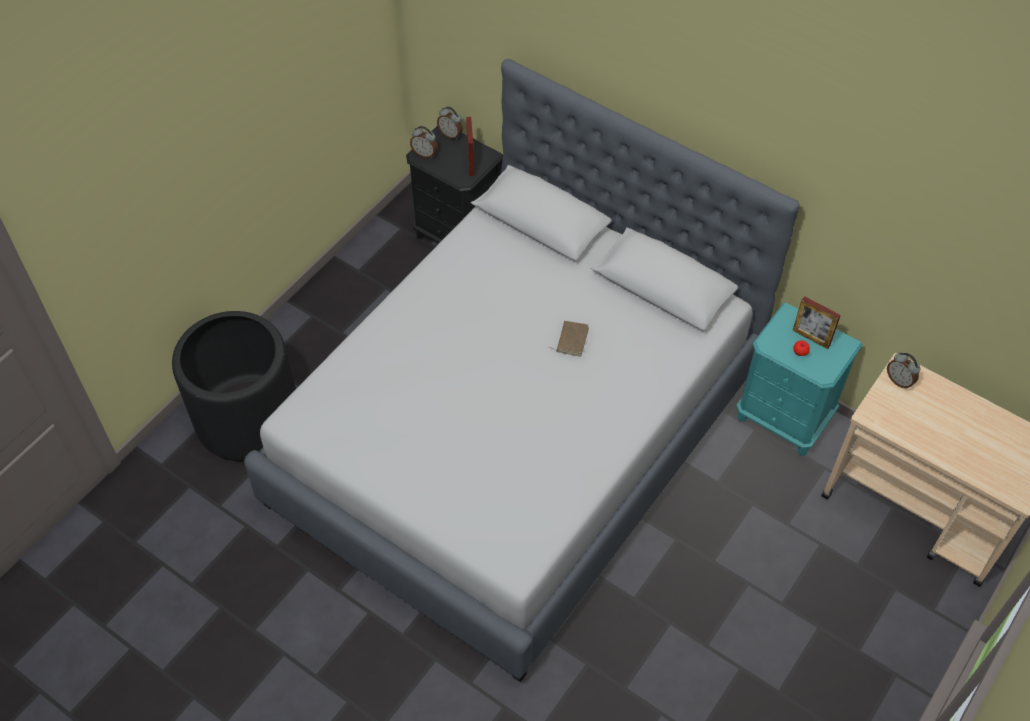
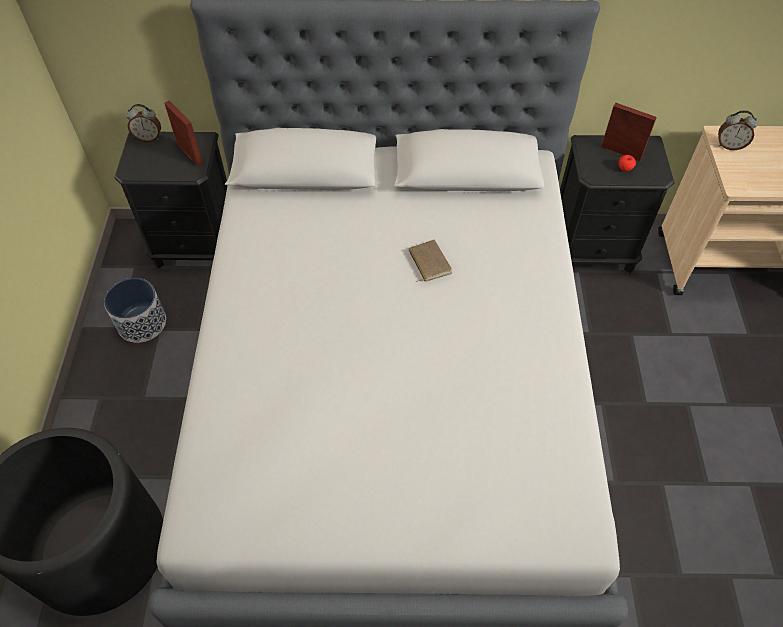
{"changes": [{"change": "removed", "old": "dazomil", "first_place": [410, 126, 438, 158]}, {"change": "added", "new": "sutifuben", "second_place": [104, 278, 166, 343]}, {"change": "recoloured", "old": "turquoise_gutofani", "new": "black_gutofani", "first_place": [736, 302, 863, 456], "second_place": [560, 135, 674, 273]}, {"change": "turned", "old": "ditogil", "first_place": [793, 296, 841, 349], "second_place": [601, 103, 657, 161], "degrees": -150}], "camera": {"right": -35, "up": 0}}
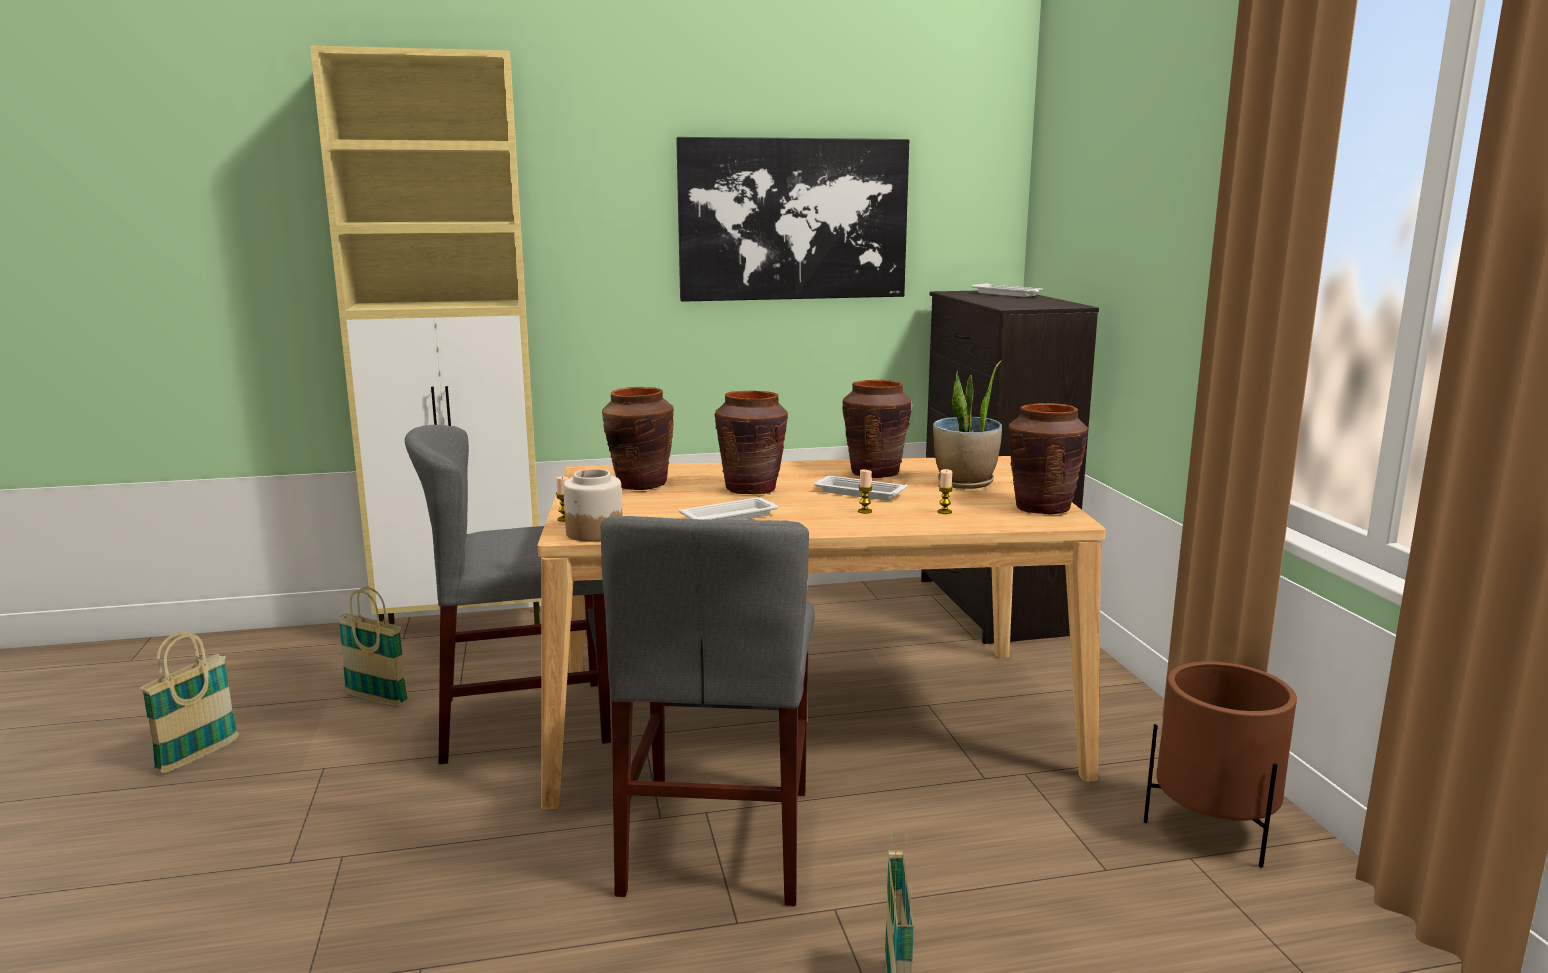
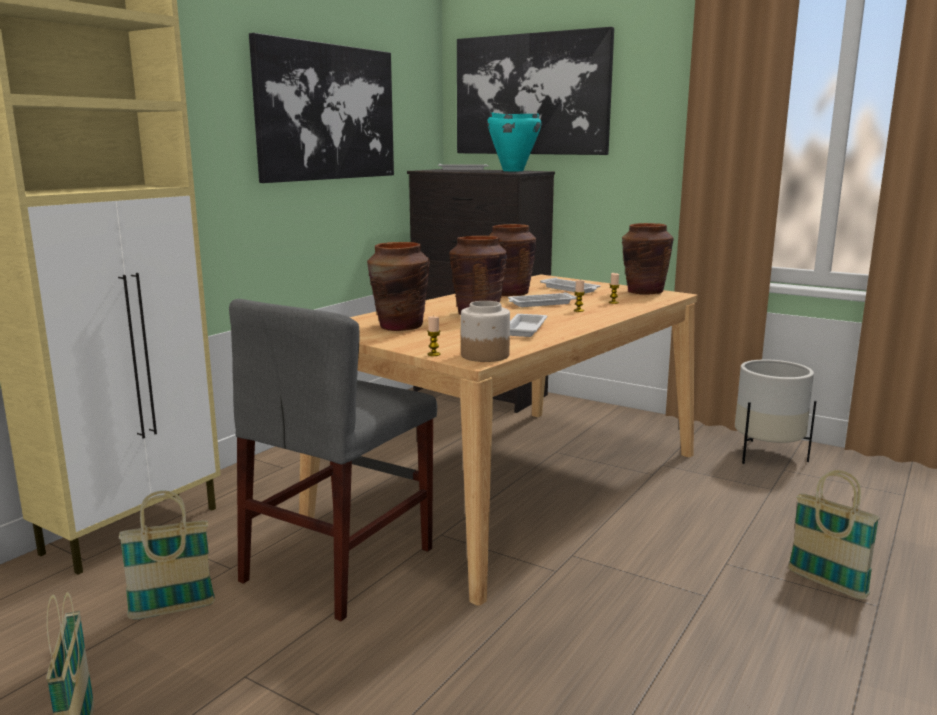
{"changes": [{"change": "removed", "old": "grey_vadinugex", "first_place": [601, 516, 815, 906]}, {"change": "added", "new": "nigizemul", "second_place": [457, 27, 614, 155]}, {"change": "added", "new": "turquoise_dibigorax", "second_place": [487, 112, 541, 171]}, {"change": "replaced", "old": "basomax", "new": "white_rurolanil", "first_place": [933, 360, 1002, 489], "second_place": [540, 278, 600, 294]}, {"change": "recoloured", "old": "brown_sutifuben", "new": "white_sutifuben", "first_place": [1144, 661, 1297, 868], "second_place": [735, 359, 816, 464]}], "camera": {"right": -45, "up": 0}}
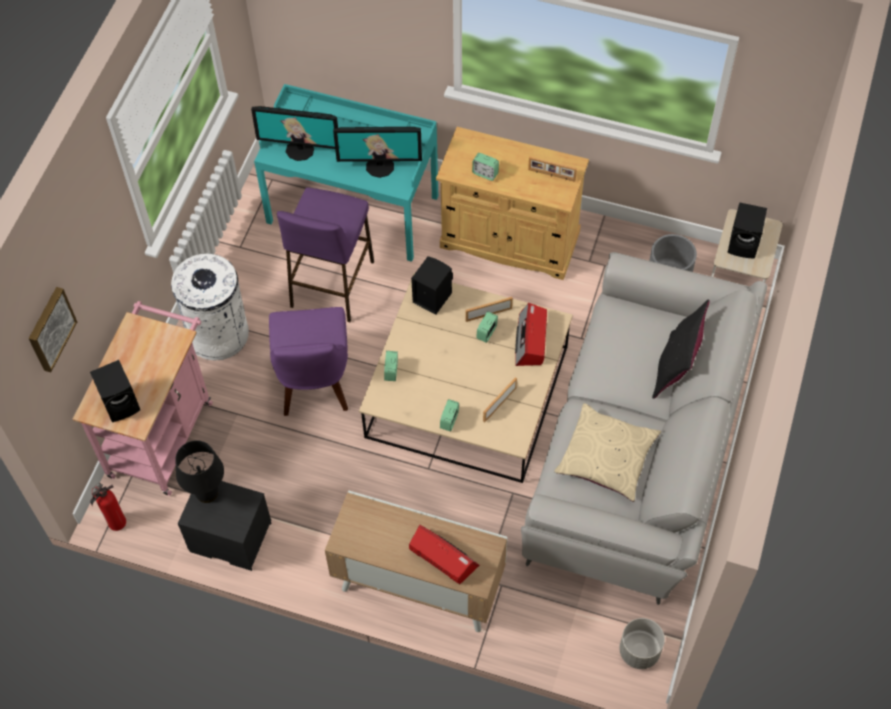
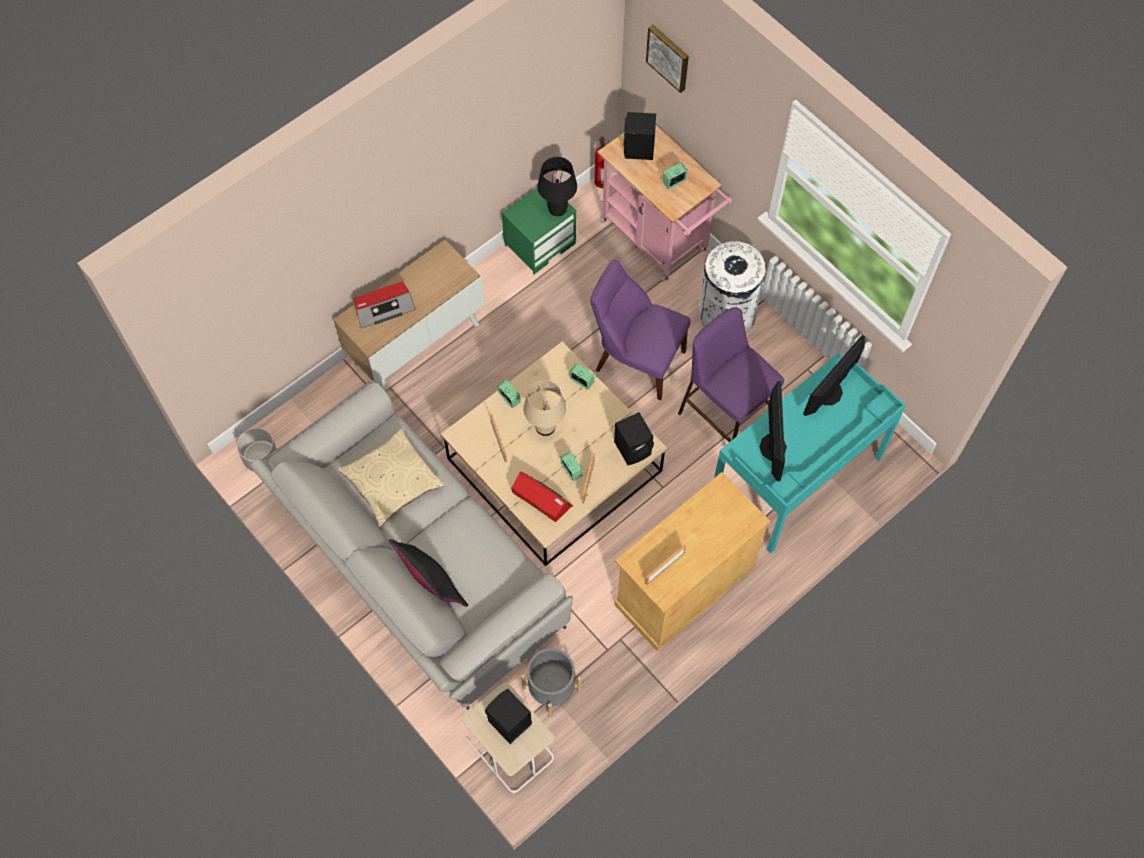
{"changes": [{"change": "added", "new": "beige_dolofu", "second_place": [523, 380, 566, 436]}, {"change": "moved", "old": "dazomil", "first_place": [472, 153, 499, 181], "second_place": [662, 163, 688, 189]}, {"change": "recoloured", "old": "black_gutofani", "new": "green_gutofani", "first_place": [178, 481, 272, 571], "second_place": [502, 188, 577, 274]}, {"change": "turned", "old": "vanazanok", "first_place": [333, 127, 422, 178], "second_place": [760, 381, 787, 481], "degrees": 150}], "camera": {"right": 120, "up": 5}}
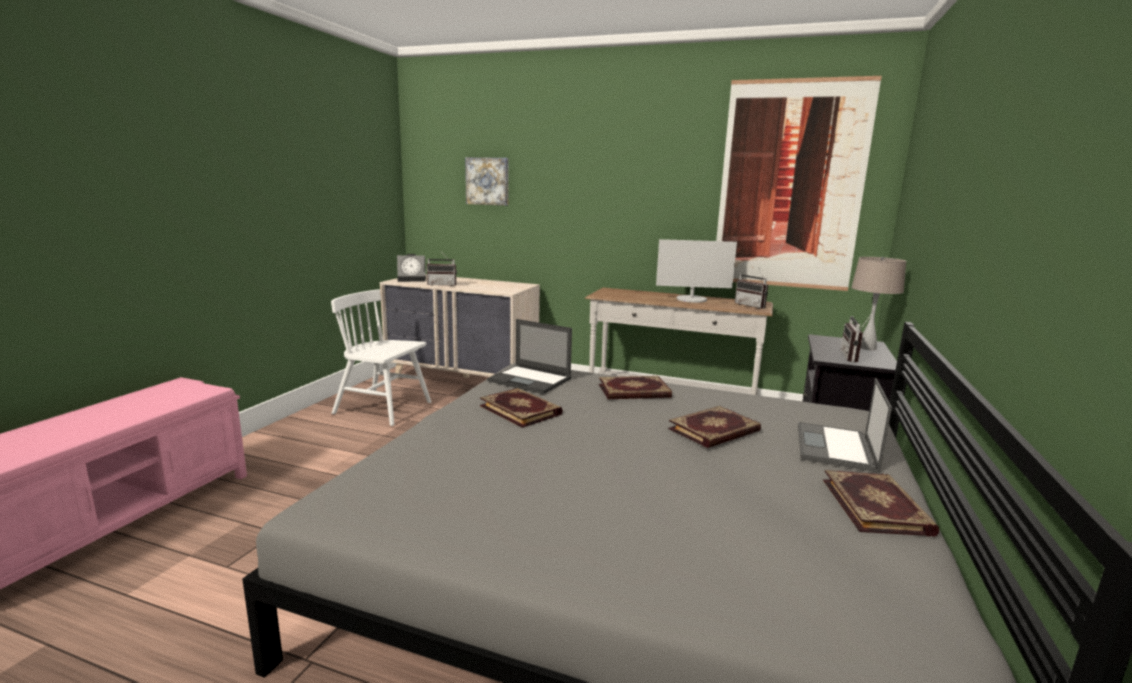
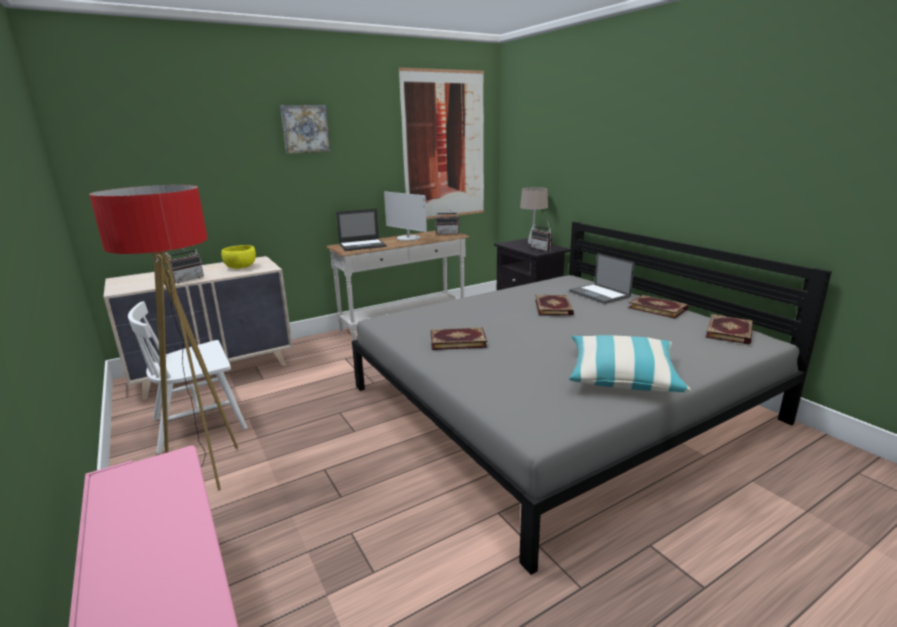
{"changes": [{"change": "removed", "old": "dazomil", "first_place": [397, 254, 426, 282]}, {"change": "added", "new": "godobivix", "second_place": [89, 185, 238, 491]}, {"change": "added", "new": "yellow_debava", "second_place": [221, 245, 256, 269]}, {"change": "added", "new": "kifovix", "second_place": [569, 335, 691, 392]}, {"change": "moved", "old": "nigizemul", "first_place": [465, 157, 509, 206], "second_place": [280, 105, 330, 153]}, {"change": "moved", "old": "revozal", "first_place": [487, 319, 572, 394], "second_place": [336, 209, 386, 251]}, {"change": "moved", "old": "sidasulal", "first_place": [599, 376, 672, 399], "second_place": [706, 314, 753, 344]}, {"change": "turned", "old": "vanazanok", "first_place": [656, 239, 737, 303], "second_place": [384, 192, 427, 241], "degrees": 90}], "camera": {"right": -50, "up": 5}}
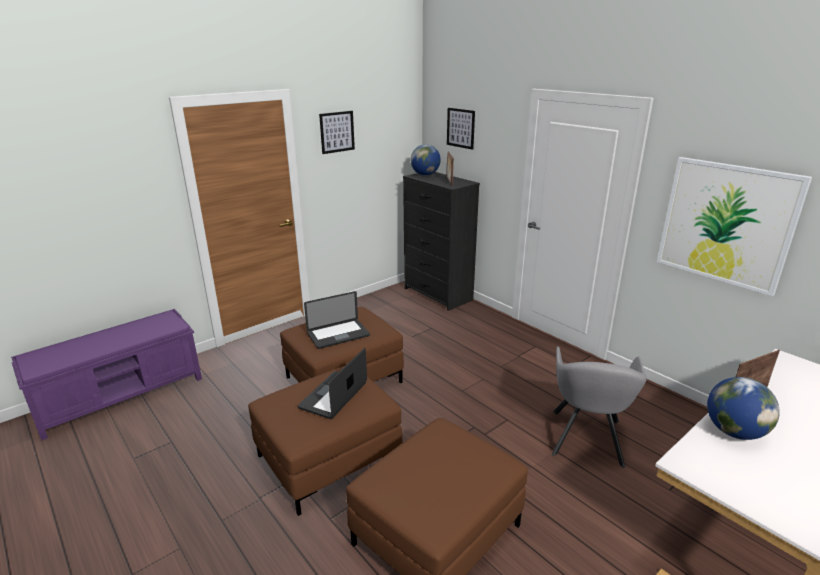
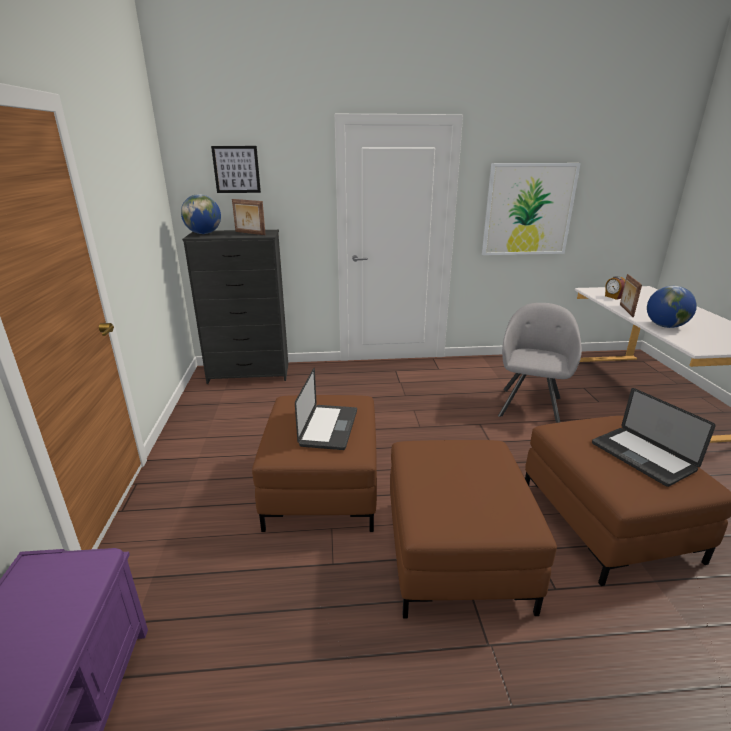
{"changes": [{"change": "removed", "old": "nigizemul", "first_place": [319, 111, 355, 154]}, {"change": "added", "new": "dazomil", "second_place": [605, 276, 625, 300]}, {"change": "moved", "old": "revozal", "first_place": [298, 348, 367, 419], "second_place": [592, 388, 716, 487]}, {"change": "turned", "old": "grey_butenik", "first_place": [552, 347, 647, 468], "second_place": [498, 303, 582, 423], "degrees": -120}], "camera": {"right": -55, "up": 0}}
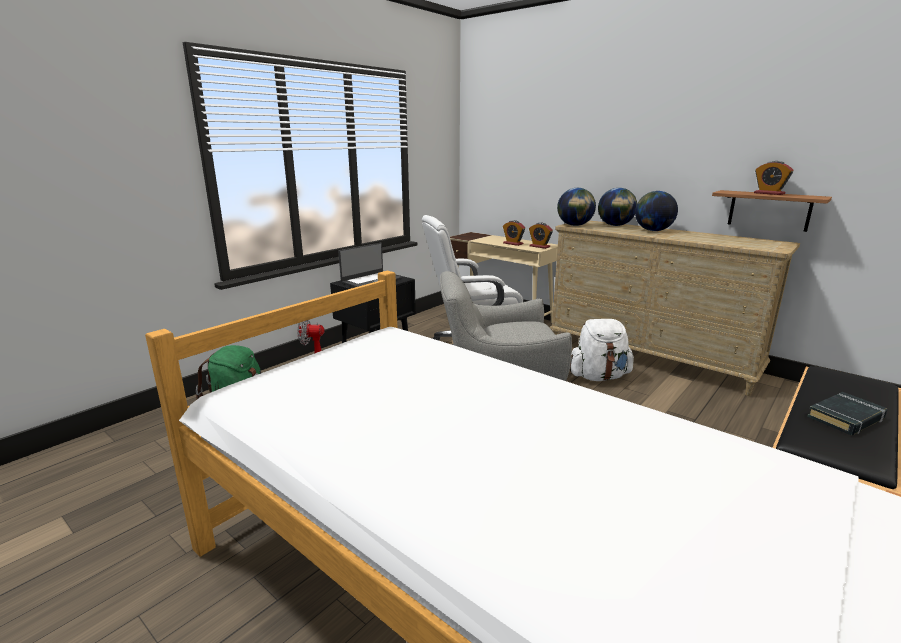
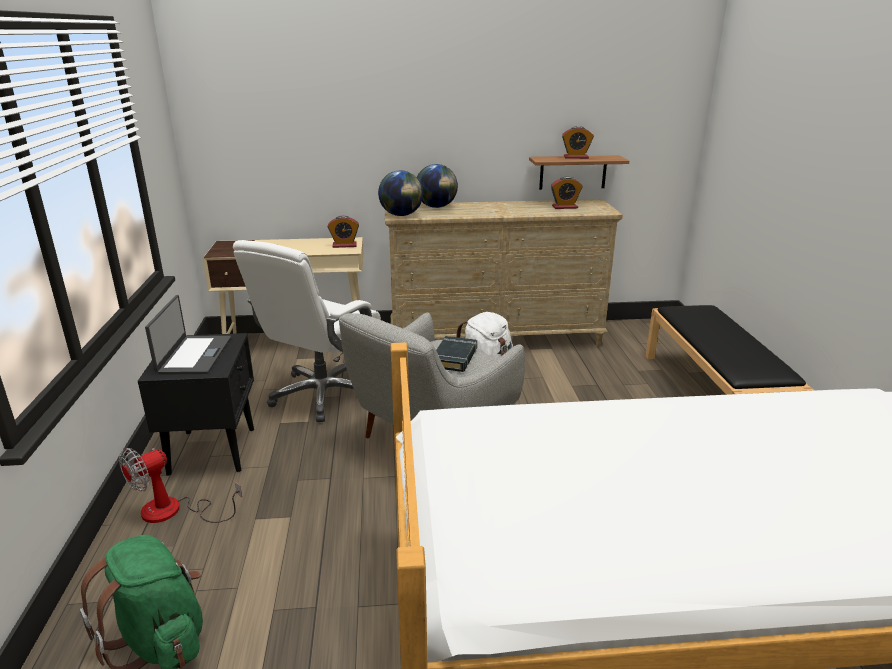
{"changes": [{"change": "removed", "old": "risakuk", "first_place": [635, 191, 678, 231]}, {"change": "moved", "old": "dazomil", "first_place": [503, 220, 525, 246], "second_place": [551, 176, 583, 209]}, {"change": "moved", "old": "black_sidasulal", "first_place": [807, 392, 887, 435], "second_place": [436, 336, 477, 372]}], "camera": {"right": -45, "up": 5}}
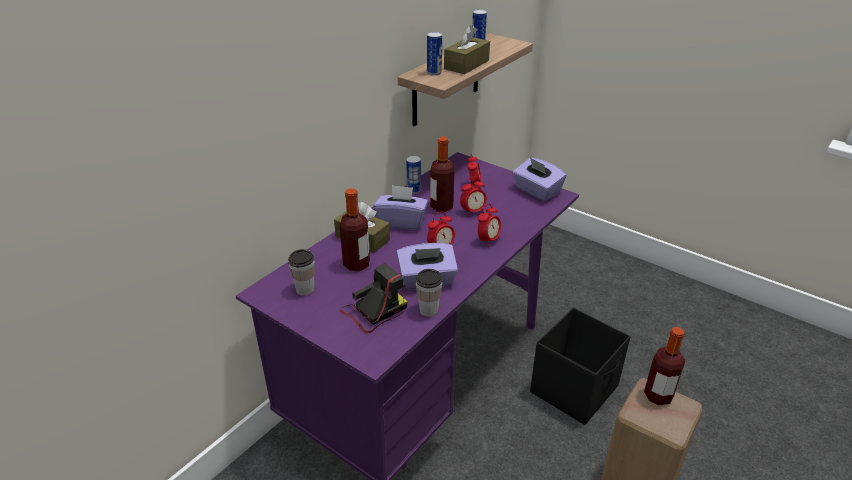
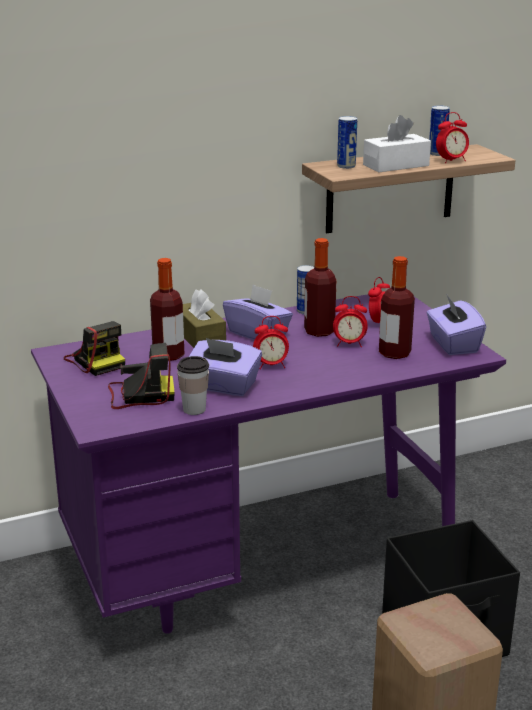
{"changes": [{"change": "moved", "old": "dazomil", "first_place": [478, 204, 501, 247], "second_place": [436, 112, 469, 163]}, {"change": "moved", "old": "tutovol", "first_place": [644, 327, 685, 406], "second_place": [379, 256, 415, 359]}, {"change": "replaced", "old": "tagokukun", "new": "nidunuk", "first_place": [288, 249, 315, 296], "second_place": [64, 321, 125, 376]}, {"change": "recoloured", "old": "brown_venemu", "new": "white_venemu", "first_place": [444, 25, 490, 74], "second_place": [363, 115, 431, 172]}], "camera": {"right": 30, "up": -10}}
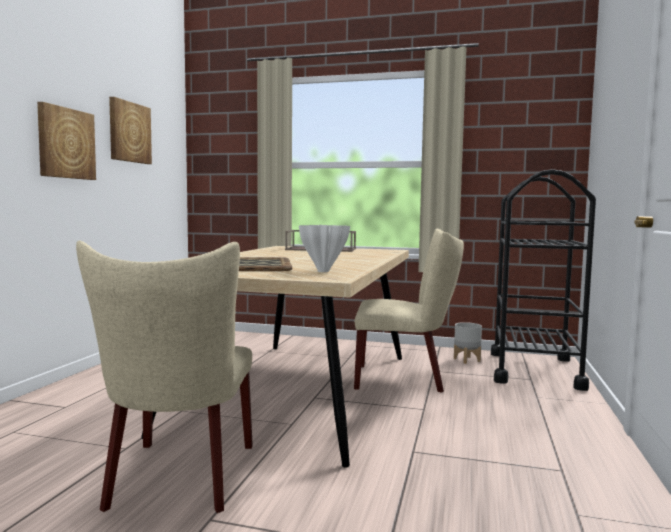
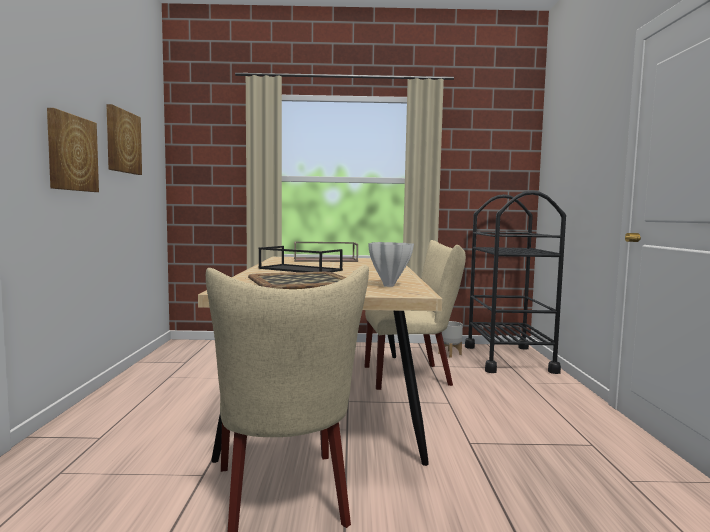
{"changes": [{"change": "added", "new": "black_rurolanil", "second_place": [258, 246, 343, 272]}], "camera": {"right": -15, "up": 0}}
